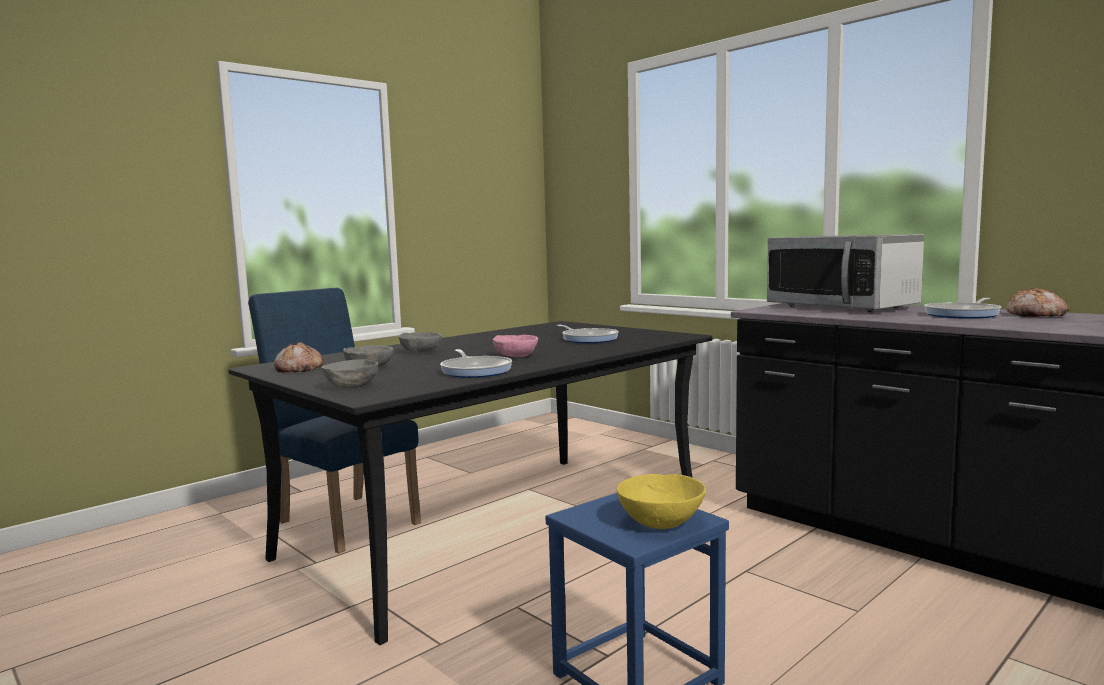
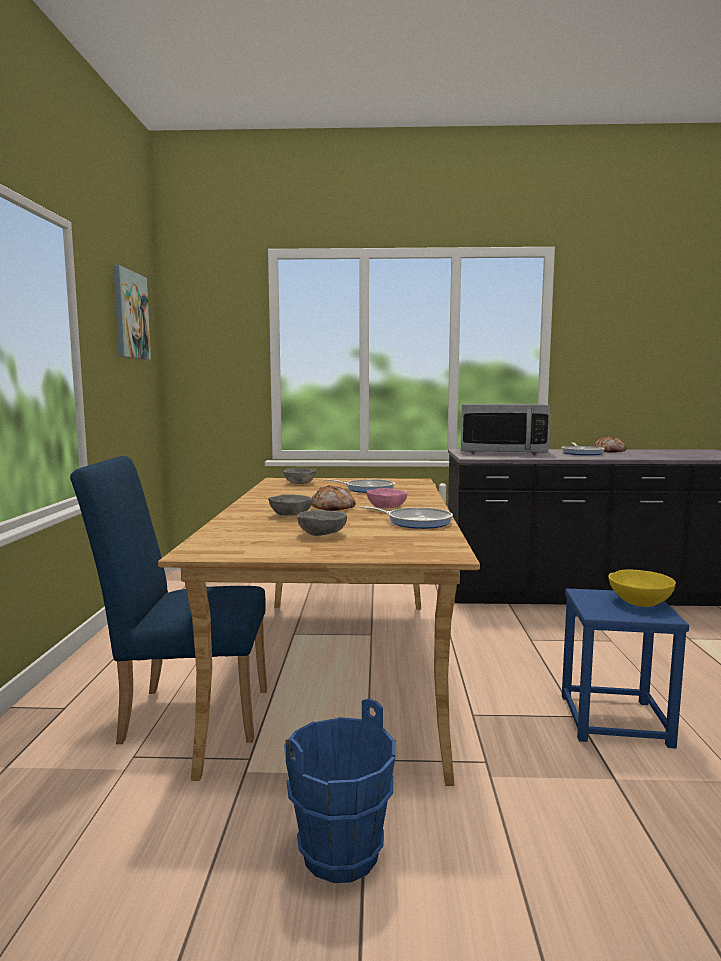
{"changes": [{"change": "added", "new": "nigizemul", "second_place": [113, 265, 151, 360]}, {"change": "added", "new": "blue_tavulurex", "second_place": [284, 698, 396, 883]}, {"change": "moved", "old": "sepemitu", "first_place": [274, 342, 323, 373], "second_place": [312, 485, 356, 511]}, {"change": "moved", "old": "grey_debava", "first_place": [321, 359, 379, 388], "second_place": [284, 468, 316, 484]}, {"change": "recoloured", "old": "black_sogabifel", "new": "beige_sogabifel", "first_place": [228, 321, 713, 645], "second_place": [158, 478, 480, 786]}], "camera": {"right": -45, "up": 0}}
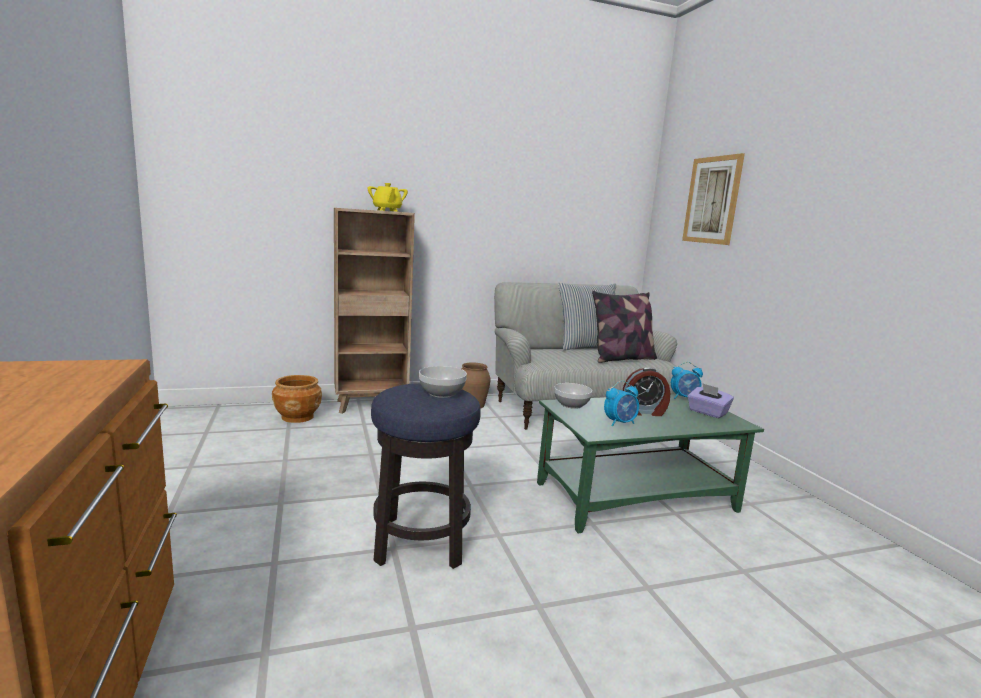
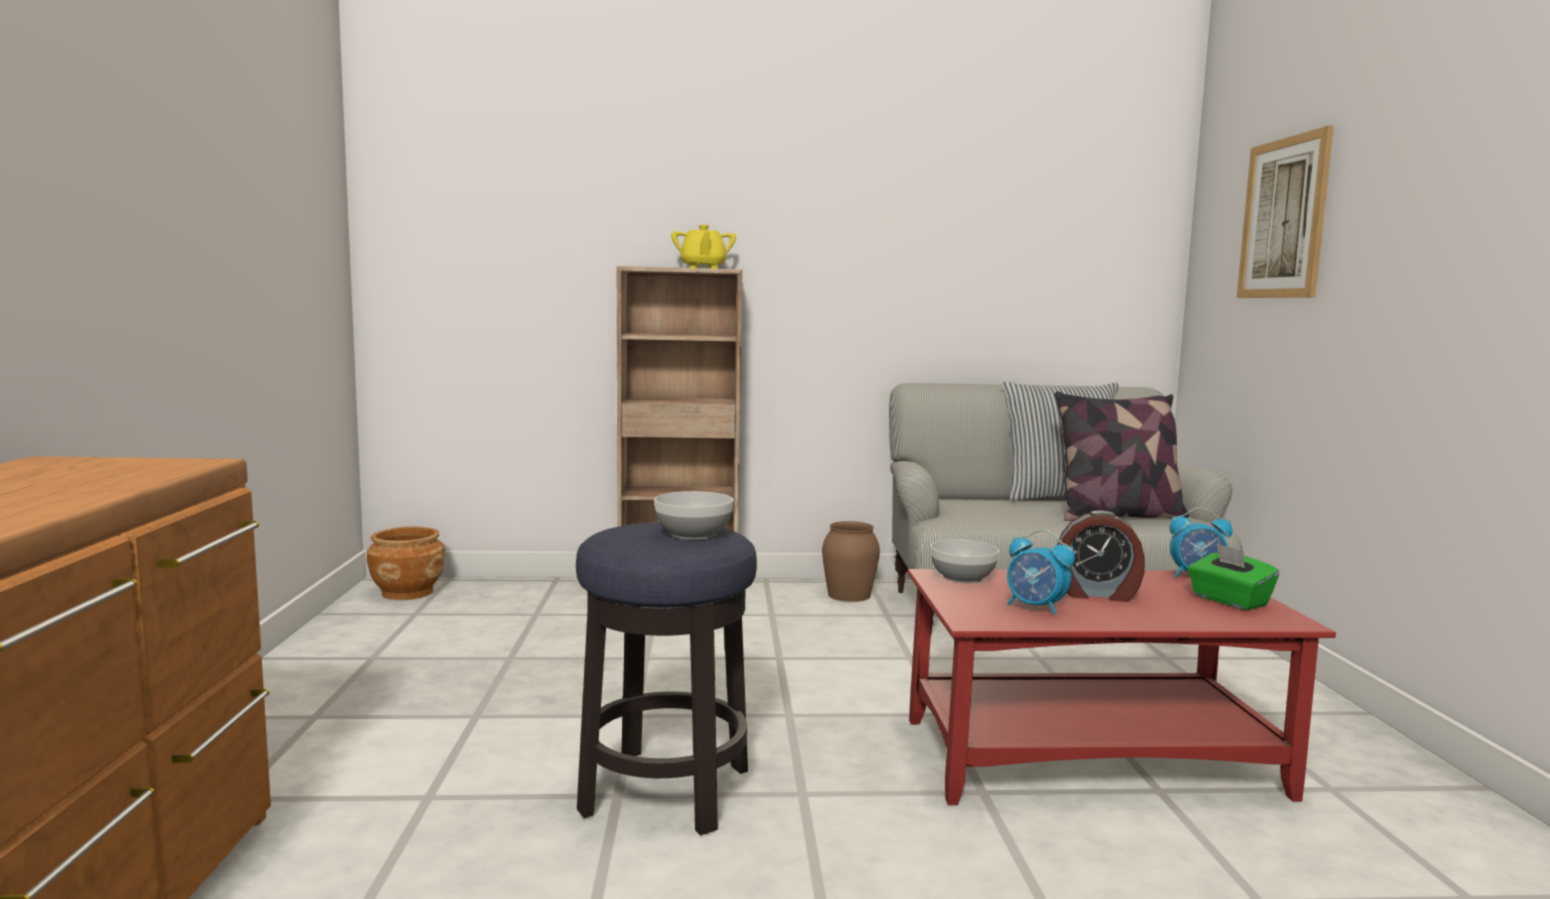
{"changes": [{"change": "moved", "old": "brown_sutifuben", "first_place": [272, 375, 322, 423], "second_place": [366, 527, 445, 600]}, {"change": "recoloured", "old": "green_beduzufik", "new": "red_beduzufik", "first_place": [537, 394, 764, 533], "second_place": [907, 569, 1336, 805]}, {"change": "recoloured", "old": "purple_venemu", "new": "green_venemu", "first_place": [688, 383, 734, 418], "second_place": [1188, 543, 1280, 610]}, {"change": "turned", "old": "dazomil", "first_place": [604, 381, 639, 426], "second_place": [1007, 529, 1075, 615], "degrees": 45}], "camera": {"right": 15, "up": -5}}
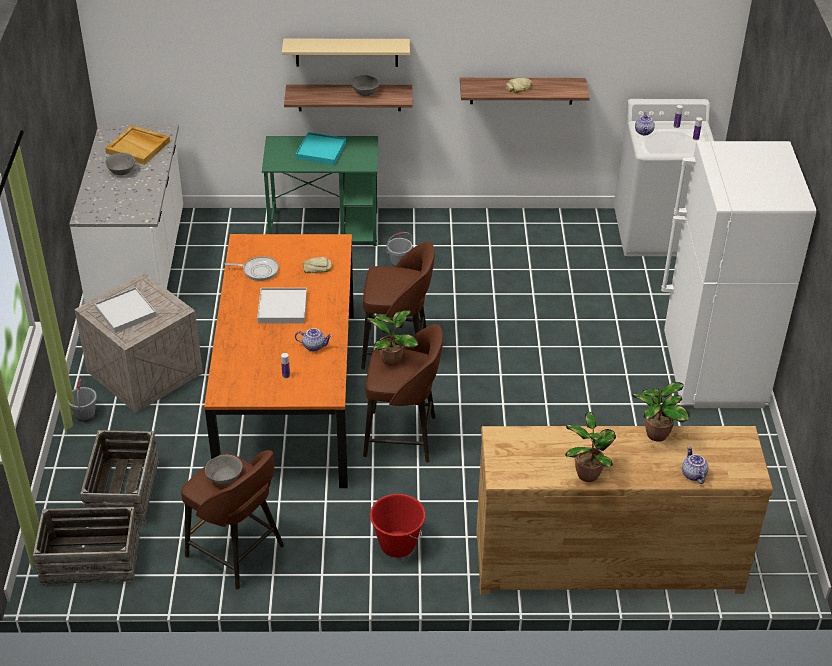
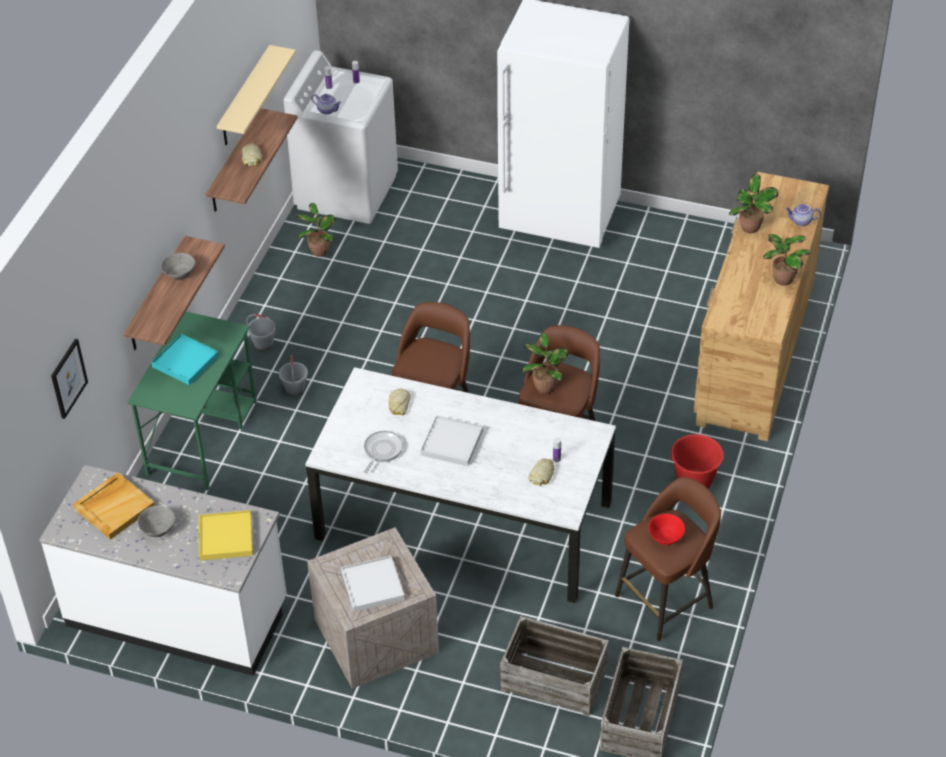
{"changes": [{"change": "removed", "old": "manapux", "first_place": [295, 328, 332, 351]}, {"change": "added", "new": "nigizemul", "second_place": [51, 339, 88, 419]}, {"change": "added", "new": "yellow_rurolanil", "second_place": [198, 510, 253, 561]}, {"change": "added", "new": "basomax", "second_place": [297, 203, 336, 257]}, {"change": "added", "new": "sepemitu", "second_place": [528, 459, 554, 486]}, {"change": "moved", "old": "grey_tavulurex", "first_place": [68, 379, 97, 422], "second_place": [246, 314, 277, 351]}, {"change": "moved", "old": "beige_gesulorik", "first_place": [282, 39, 410, 67], "second_place": [217, 45, 296, 145]}, {"change": "recoloured", "old": "orange_sogabifel", "new": "white_sogabifel", "first_place": [204, 234, 354, 488], "second_place": [305, 367, 616, 603]}, {"change": "recoloured", "old": "grey_debava", "new": "red_debava", "first_place": [205, 455, 242, 484], "second_place": [649, 514, 685, 545]}], "camera": {"right": -70, "up": 5}}
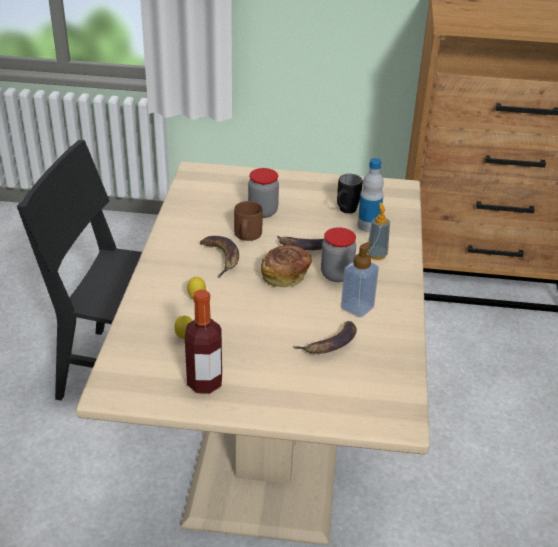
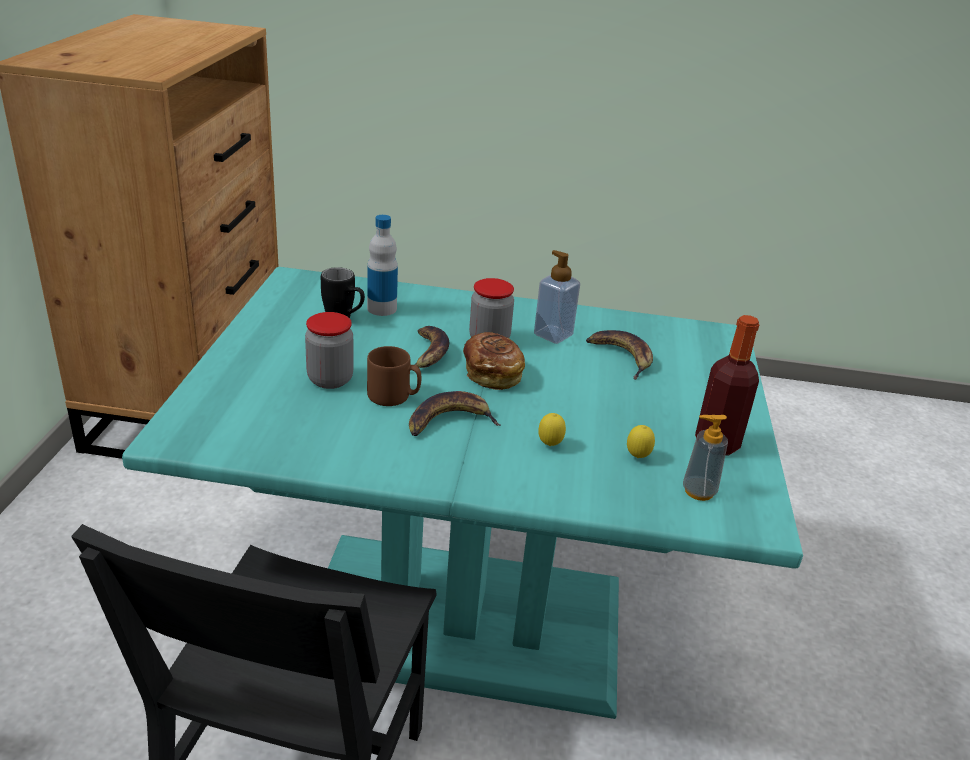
{"changes": [{"change": "moved", "old": "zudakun", "first_place": [367, 202, 390, 260], "second_place": [683, 415, 728, 501]}, {"change": "recoloured", "old": "beige_sogabifel", "new": "turquoise_sogabifel", "first_place": [76, 161, 429, 546], "second_place": [122, 267, 803, 719]}], "camera": {"right": -90, "up": -5}}
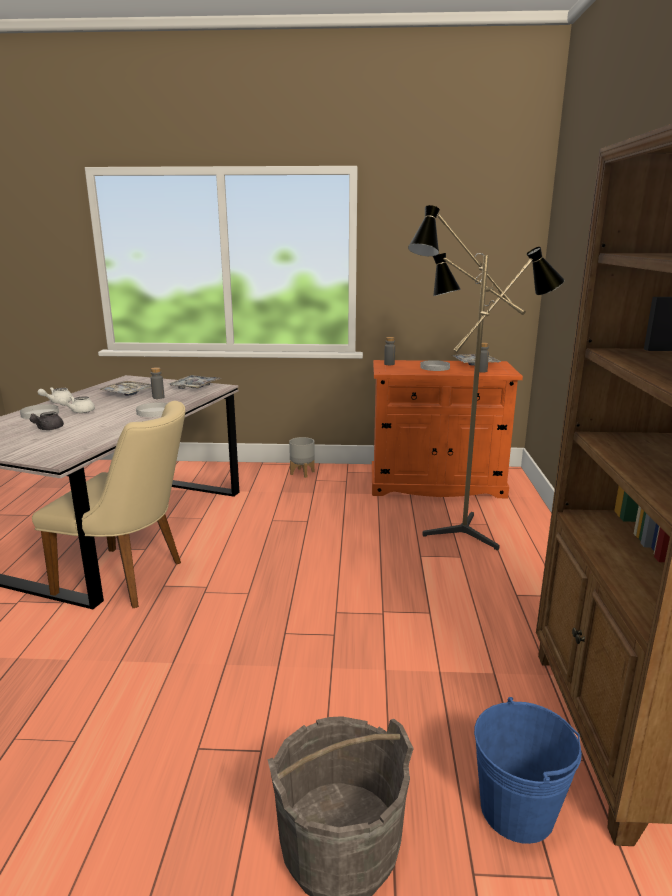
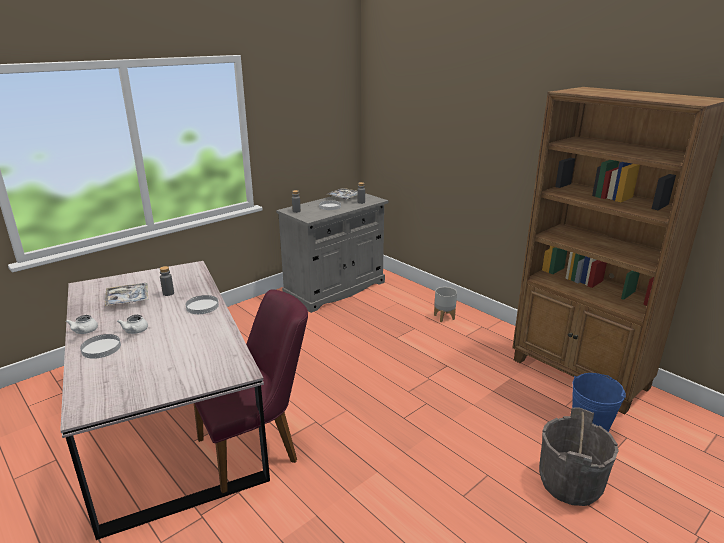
{"changes": [{"change": "removed", "old": "grey_manapux", "first_place": [30, 412, 64, 430]}, {"change": "removed", "old": "rurolanil", "first_place": [168, 375, 221, 389]}, {"change": "removed", "old": "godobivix", "first_place": [408, 205, 565, 550]}, {"change": "moved", "old": "grey_sutifuben", "first_place": [289, 437, 315, 478], "second_place": [434, 287, 457, 322]}, {"change": "recoloured", "old": "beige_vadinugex", "new": "purple_vadinugex", "first_place": [32, 401, 185, 608], "second_place": [194, 289, 308, 493]}, {"change": "recoloured", "old": "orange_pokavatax", "new": "grey_pokavatax", "first_place": [372, 360, 523, 498], "second_place": [276, 190, 388, 313]}], "camera": {"right": -45, "up": 5}}
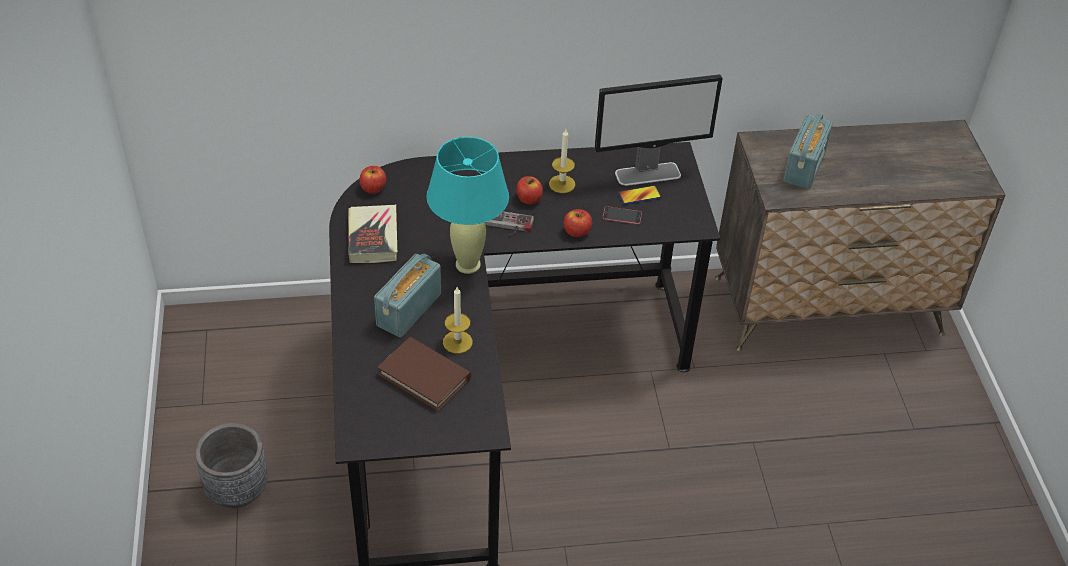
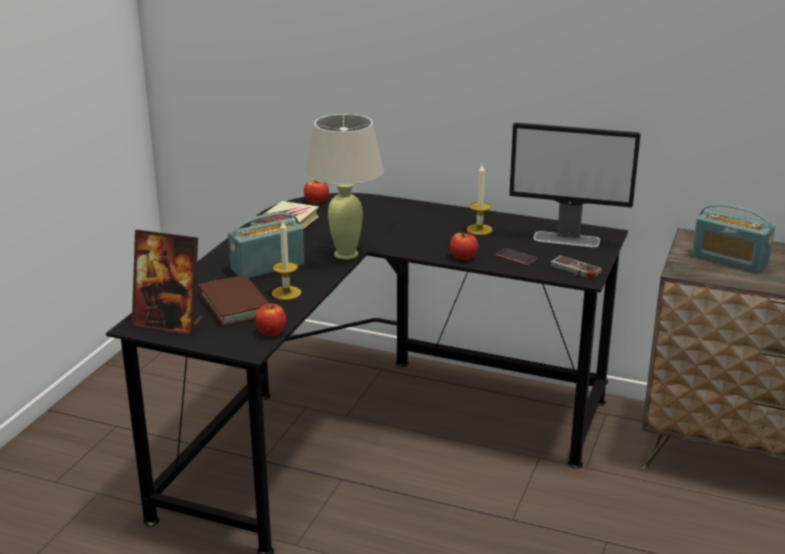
{"changes": [{"change": "removed", "old": "grey_sutifuben", "first_place": [195, 423, 268, 508]}, {"change": "removed", "old": "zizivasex", "first_place": [618, 186, 661, 204]}, {"change": "added", "new": "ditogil", "second_place": [132, 230, 203, 335]}, {"change": "moved", "old": "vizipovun", "first_place": [485, 211, 534, 237], "second_place": [550, 255, 602, 279]}, {"change": "moved", "old": "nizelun", "first_place": [517, 176, 543, 204], "second_place": [255, 303, 286, 336]}, {"change": "recoloured", "old": "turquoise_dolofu", "new": "beige_dolofu", "first_place": [426, 137, 509, 274], "second_place": [305, 114, 384, 260]}, {"change": "turned", "old": "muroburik", "first_place": [783, 113, 833, 189], "second_place": [692, 203, 775, 273], "degrees": 75}], "camera": {"right": 30, "up": -20}}
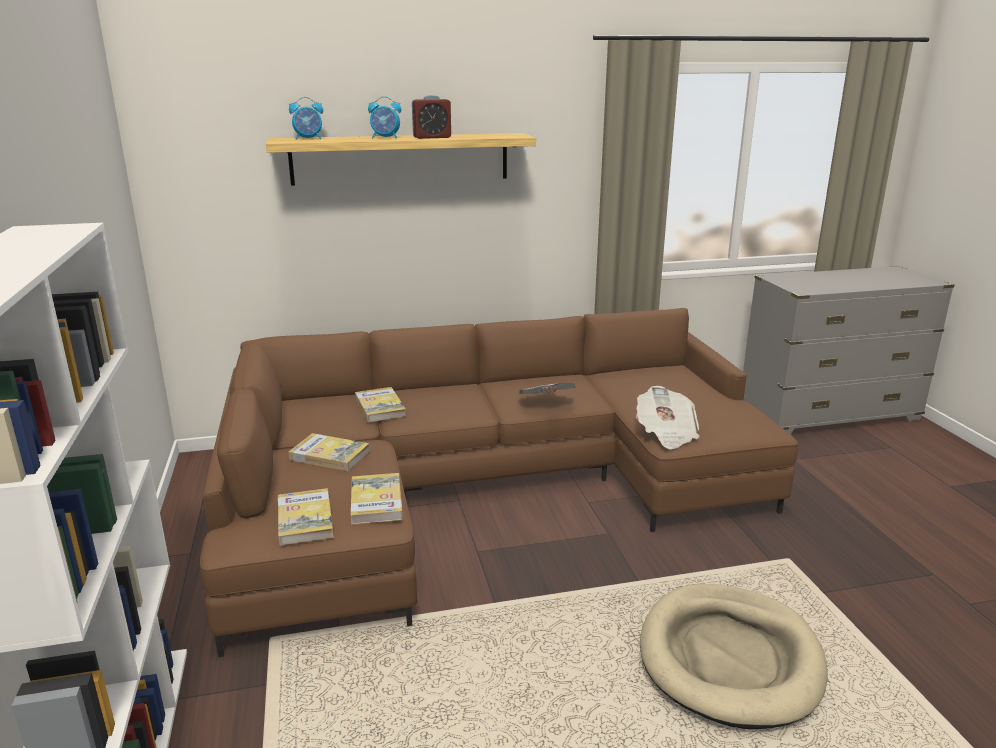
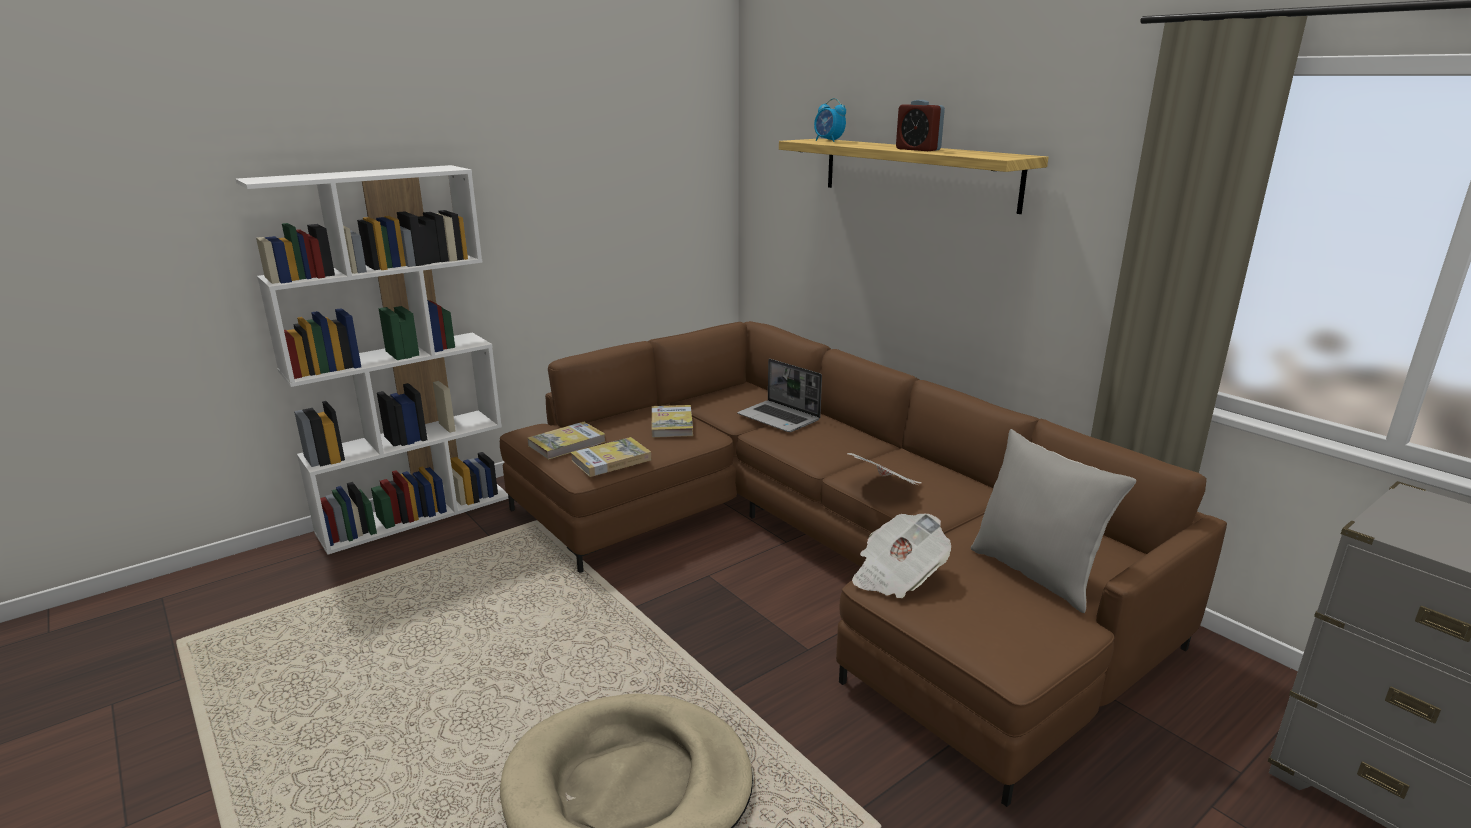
{"changes": [{"change": "removed", "old": "dazomil", "first_place": [368, 96, 401, 139]}, {"change": "added", "new": "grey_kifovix", "second_place": [971, 429, 1136, 613]}, {"change": "replaced", "old": "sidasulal", "new": "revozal", "first_place": [355, 387, 406, 422], "second_place": [737, 359, 822, 432]}], "camera": {"right": 65, "up": 0}}
